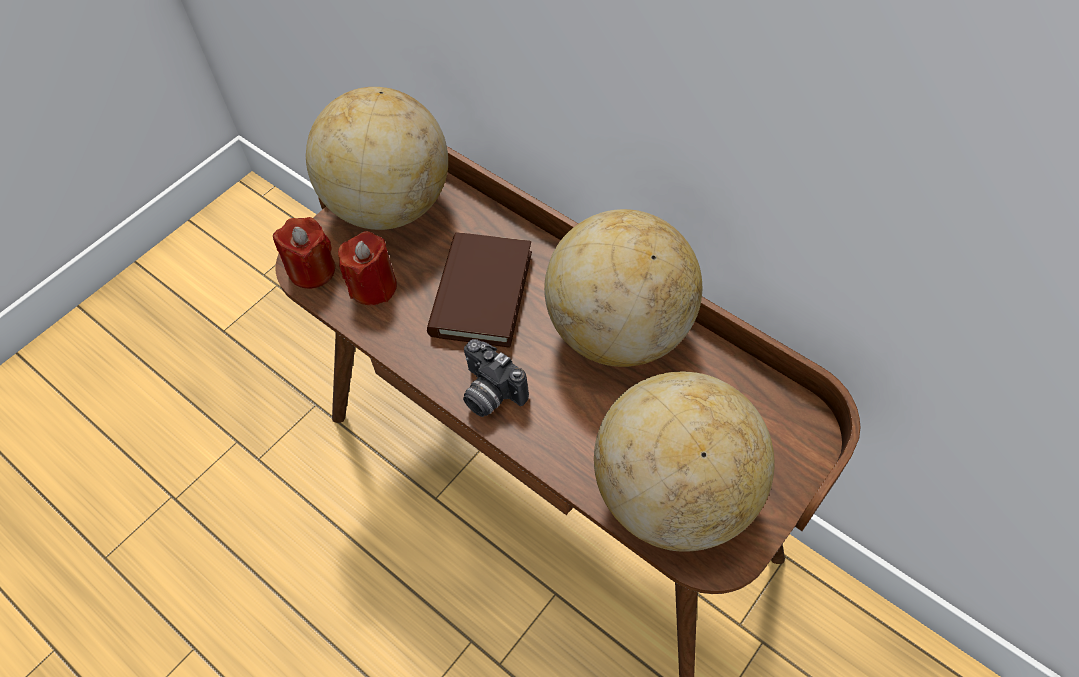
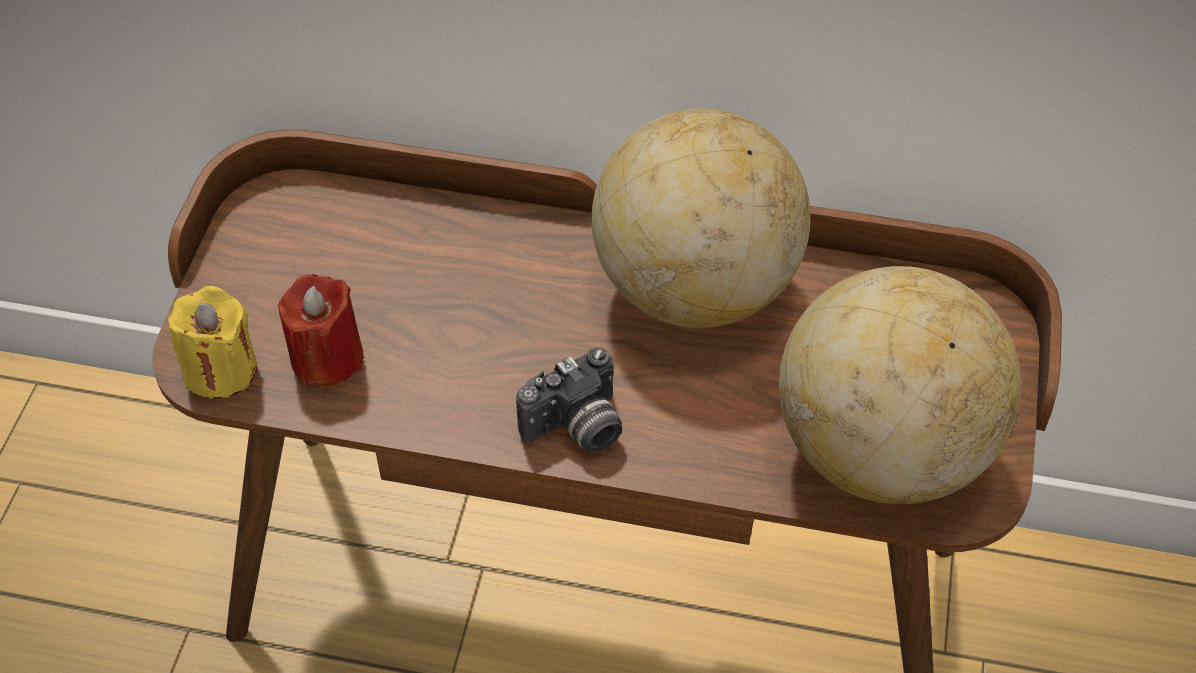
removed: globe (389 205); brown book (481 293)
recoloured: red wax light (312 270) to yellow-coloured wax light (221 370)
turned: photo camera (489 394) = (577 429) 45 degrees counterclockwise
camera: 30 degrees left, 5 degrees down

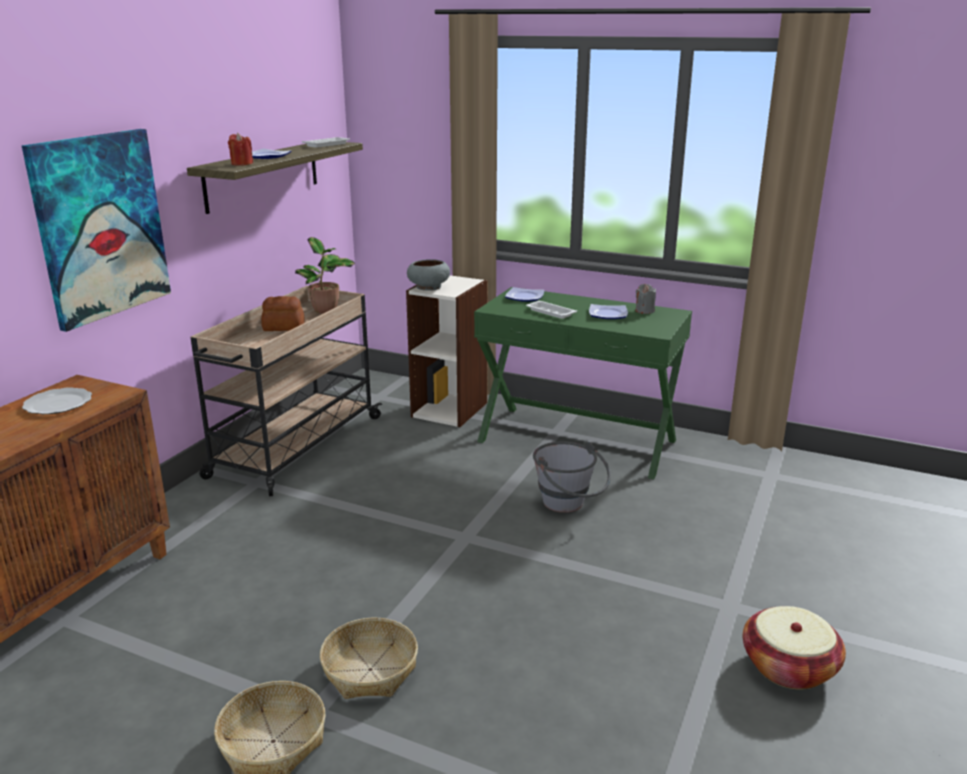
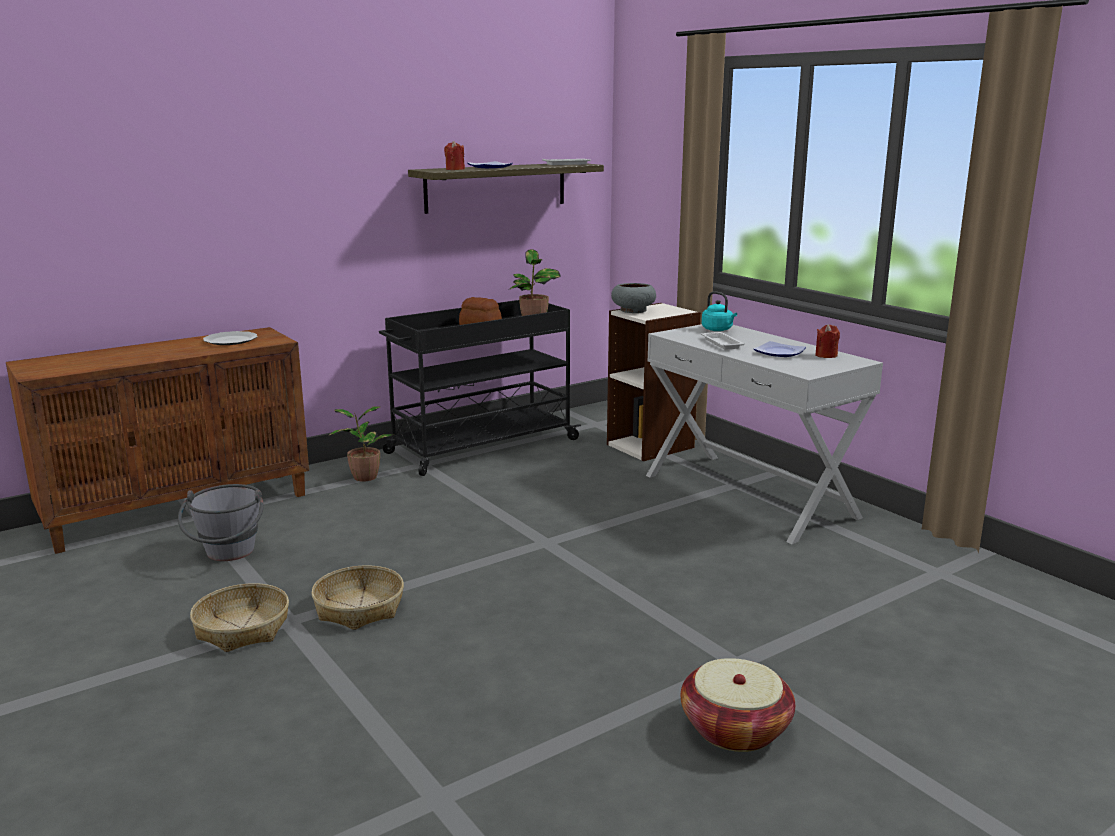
removed: picture (101 226)
added: plant in a pot (363 477)
moved: grey bucket (569 505) to (228 555)
replaced: plate (525 297) to blue-green water kettle (718 330)
recoloured: sand-coloured cart (295 447) to black-coloured cart (480 446); green-coloured console table (577 440) to whitish console table (749 495); grey wax light (644 311) to red wax light (826 355)
camera: 30 degrees right, 5 degrees down

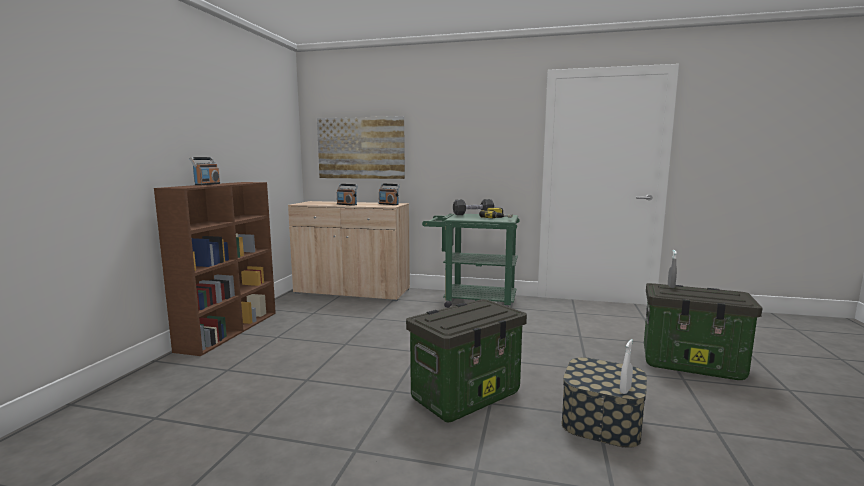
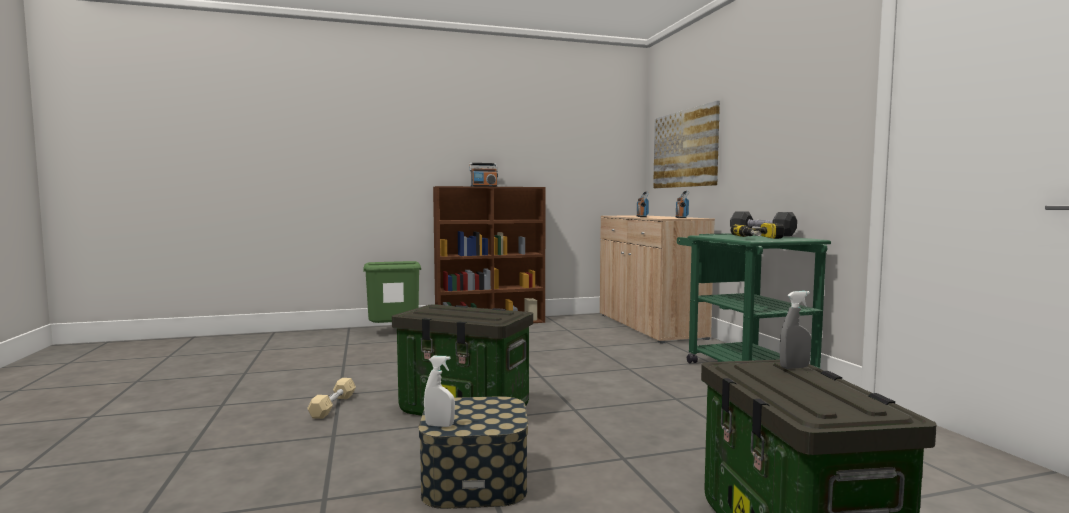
added: sand-coloured dumbbell (333 406); green-coloured waste bin (394 333)
camera: 60 degrees right, 5 degrees down

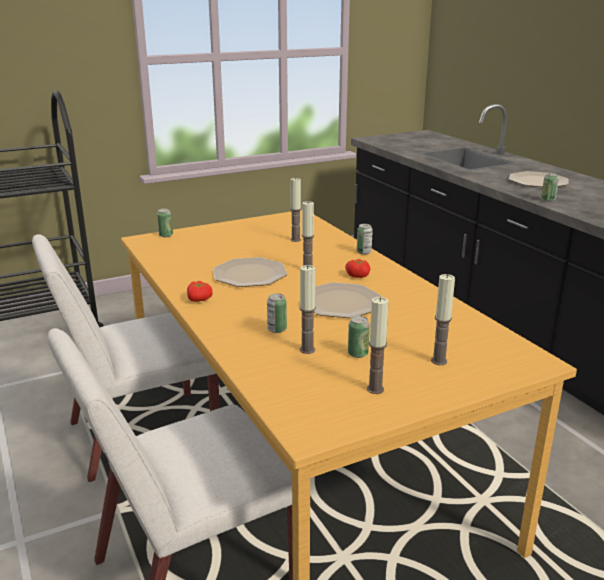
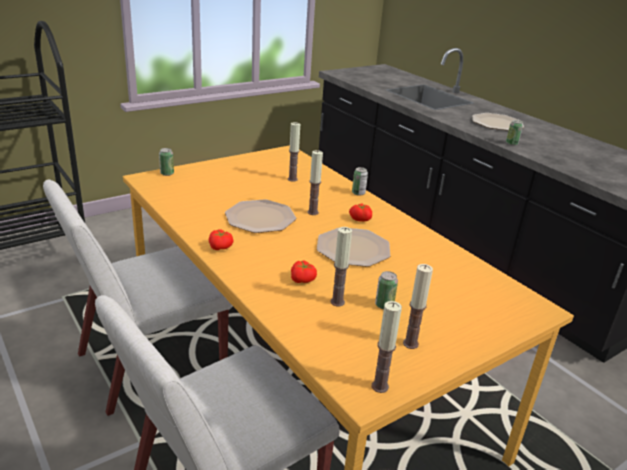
moved: wax light (439 361) to (380 386)
replaced: can (277 329) to tomato (303 280)
camera: 10 degrees left, 5 degrees up

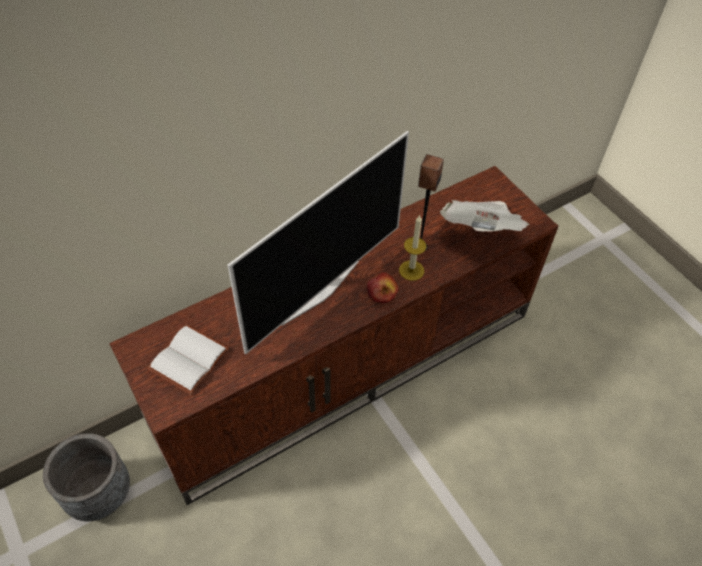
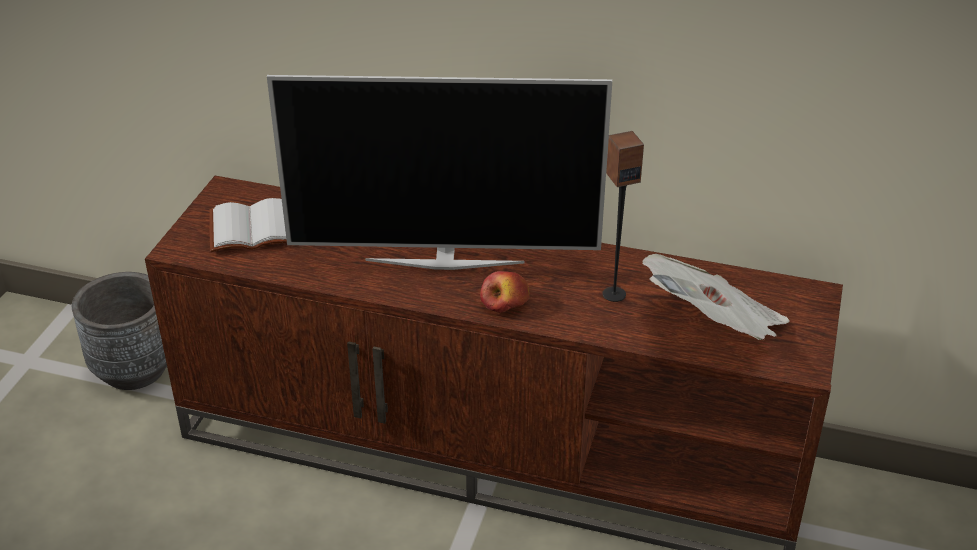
removed: wax light (411 270)
camera: 50 degrees right, 15 degrees down

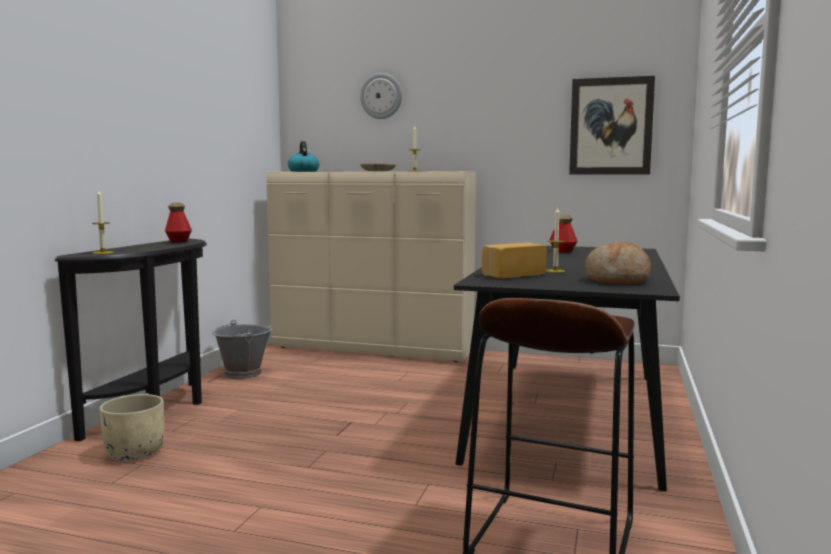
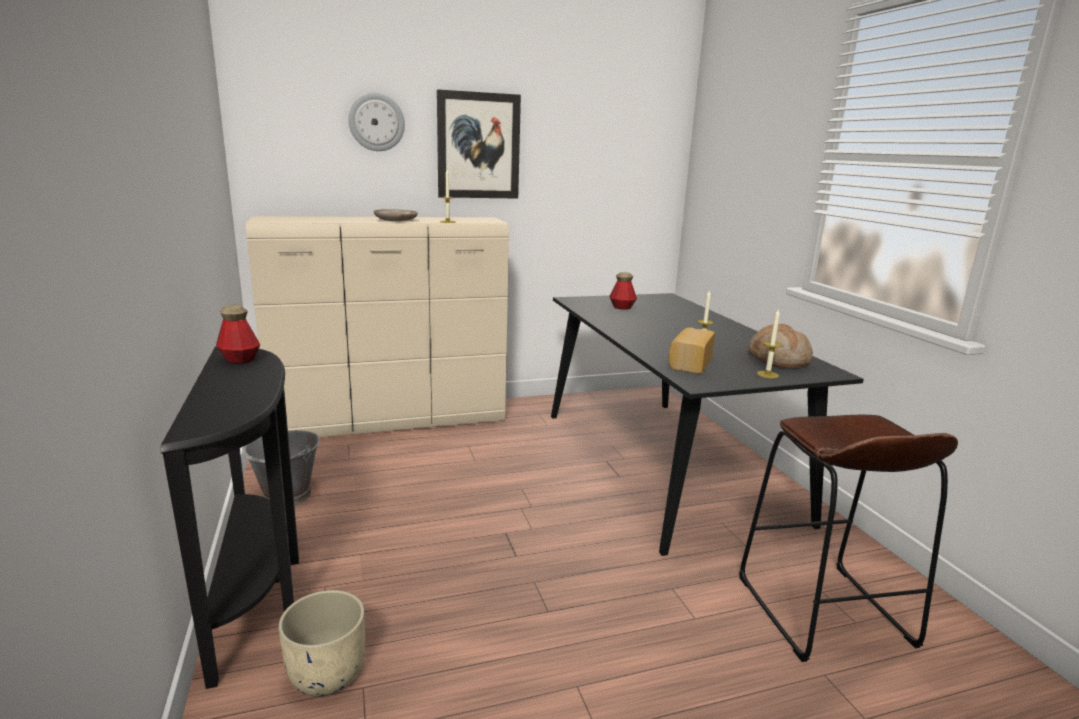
removed: water kettle (303 171)
moved: picture (611 126) to (478 146); wax light (103 252) to (767 374)
camera: 35 degrees left, 10 degrees up

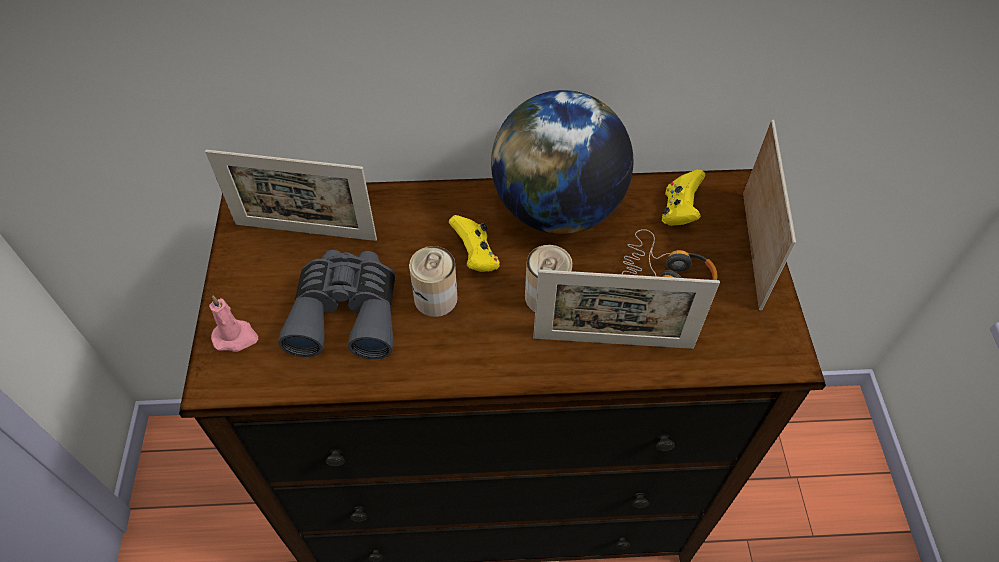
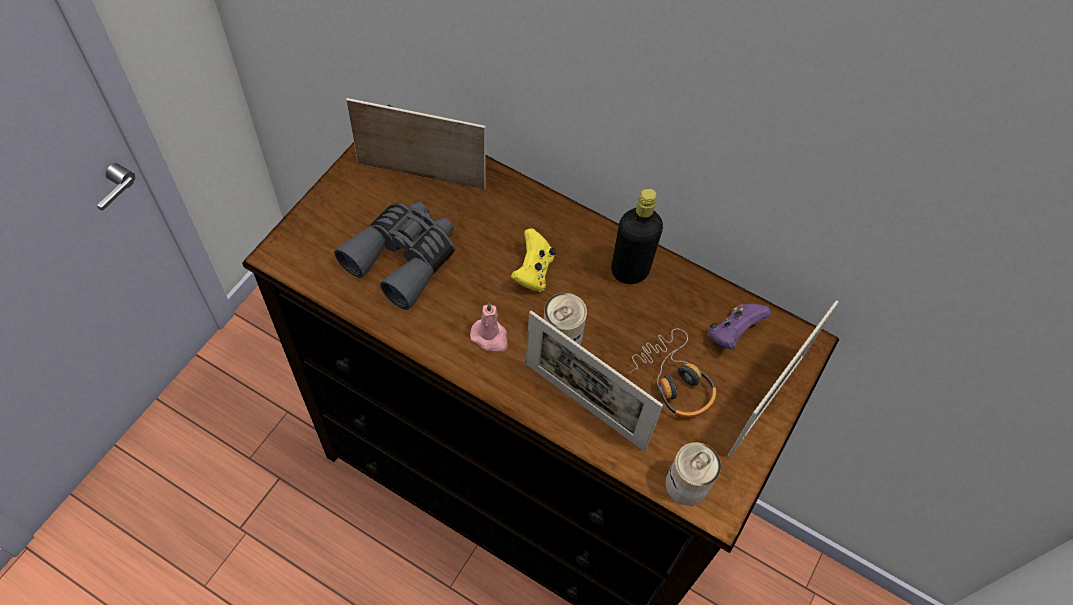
moved: pink wax light (236 337) to (490 337); can (435 298) to (687 484)
replaced: globe (557 209) to black-coloured beverage bottle (629 270)
recoloured: yellow-coloured game controller (679 211) to purple-coloured game controller (733 333)
turned: standing frame (305 232) = (421 175) 150 degrees clockwise
camera: 30 degrees right, 5 degrees up

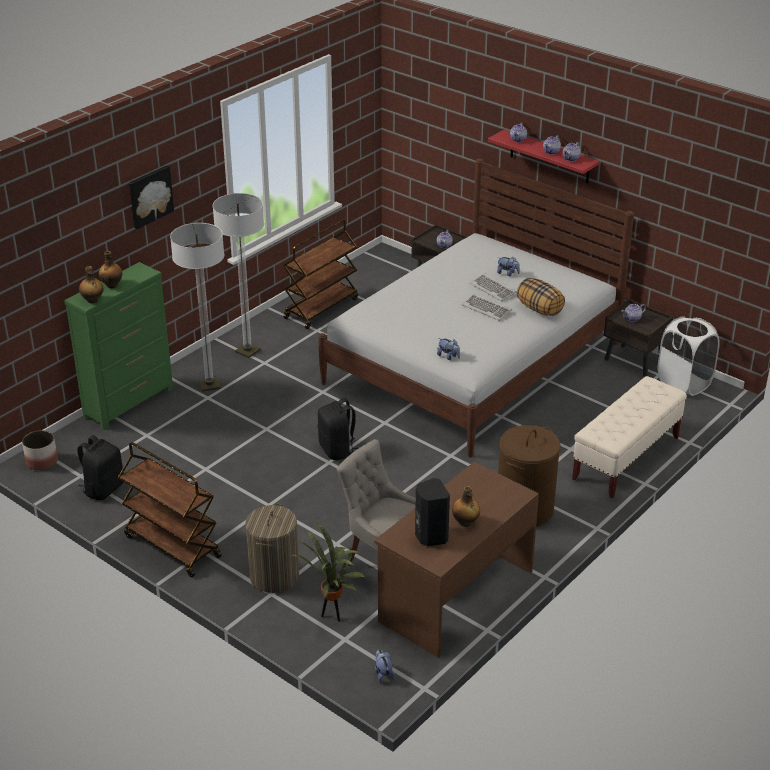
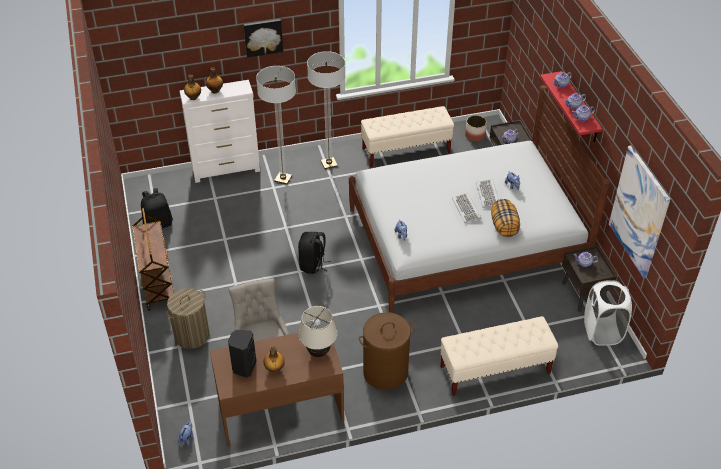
removed: plant in a pot (332 616)
added: sand-coloured tabletop lamp (318 352); picture (639 212)
moved: flower pot (42 461) to (475 135)
replaced: brown cart (321 308) to sand-coloured indoor bench (406 151)
recoloured: green-coloured dresser (129 403) to whitish dresser (226 170)
camera: 35 degrees right, 10 degrees up

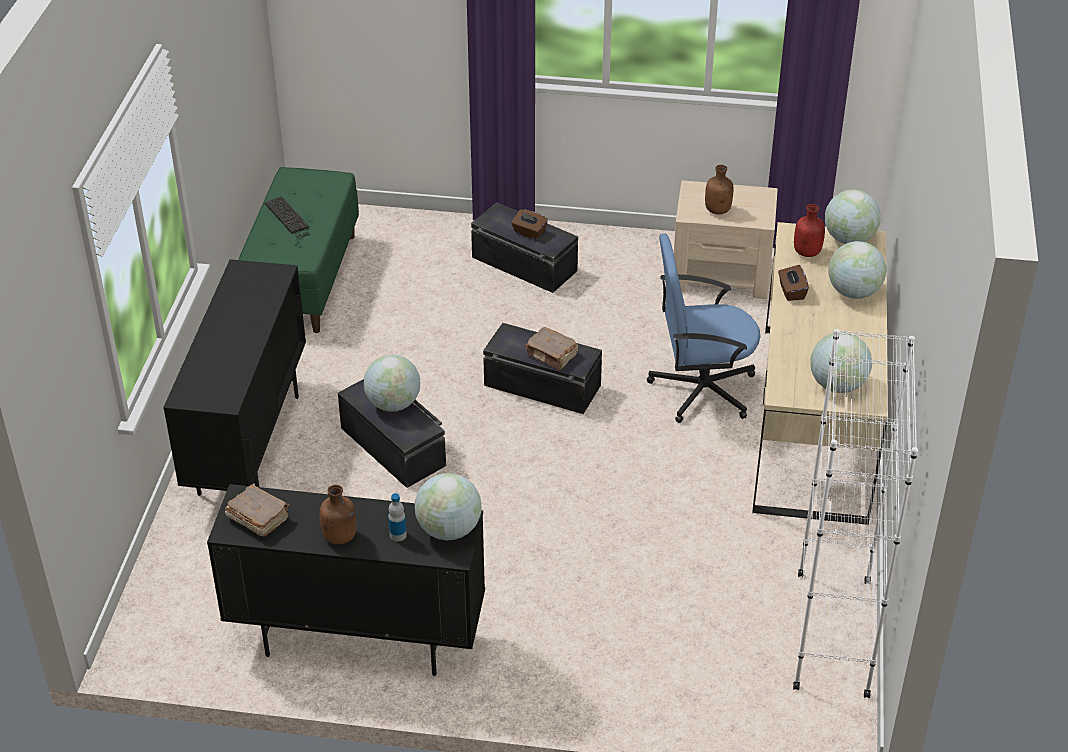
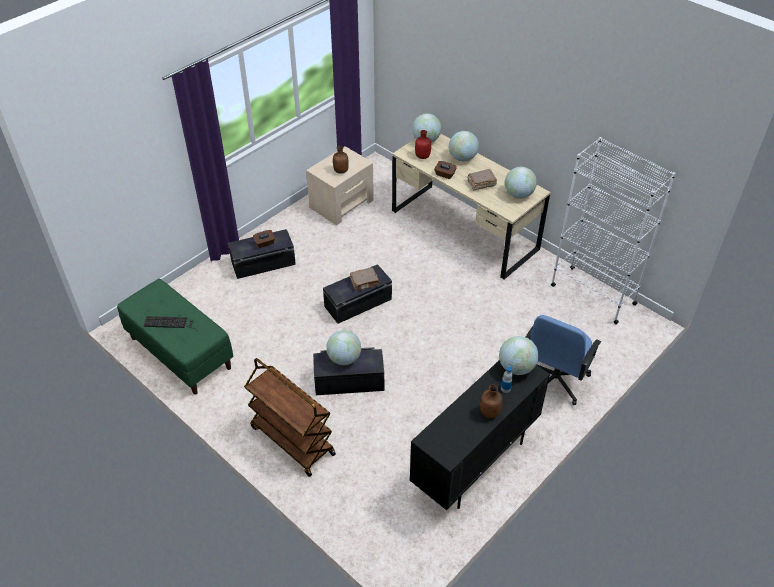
moved: brown book (258 518) to (481 184); blue office chair (701 389) to (554 379)
replaced: black-coloured storage cabinet (249 444) to brown cart (292 440)
camera: 55 degrees left, 5 degrees up

